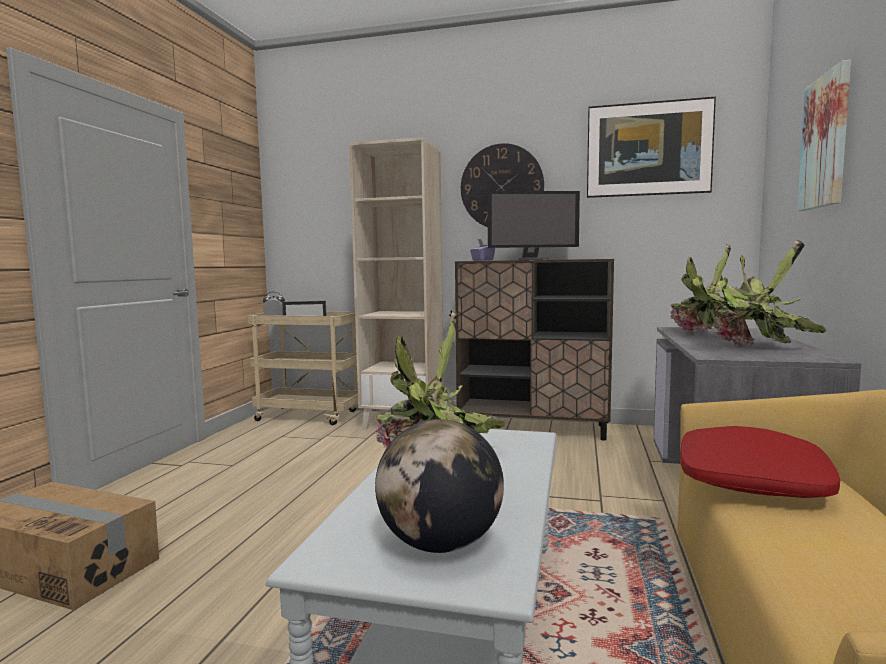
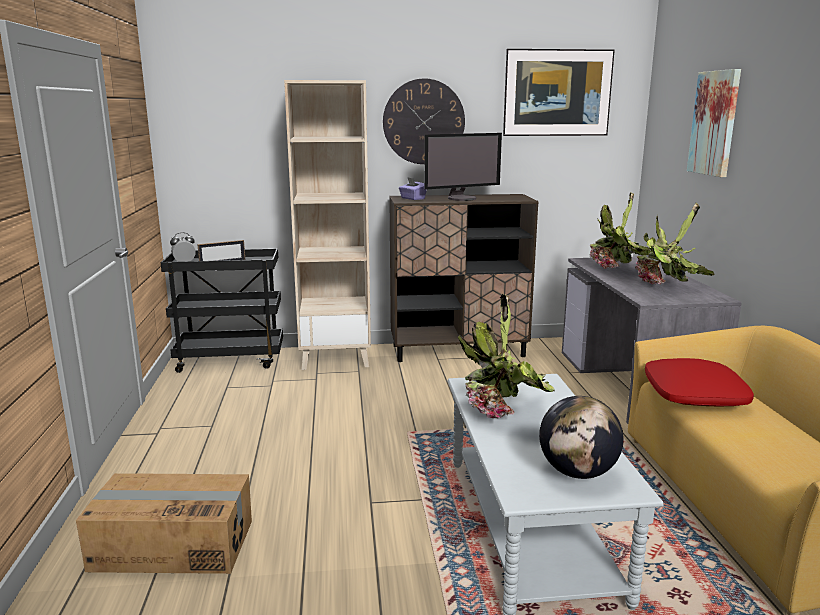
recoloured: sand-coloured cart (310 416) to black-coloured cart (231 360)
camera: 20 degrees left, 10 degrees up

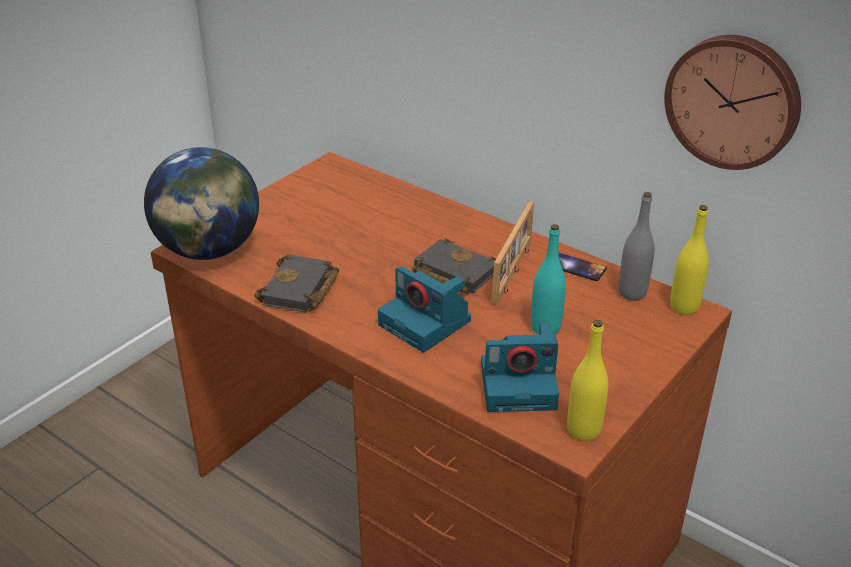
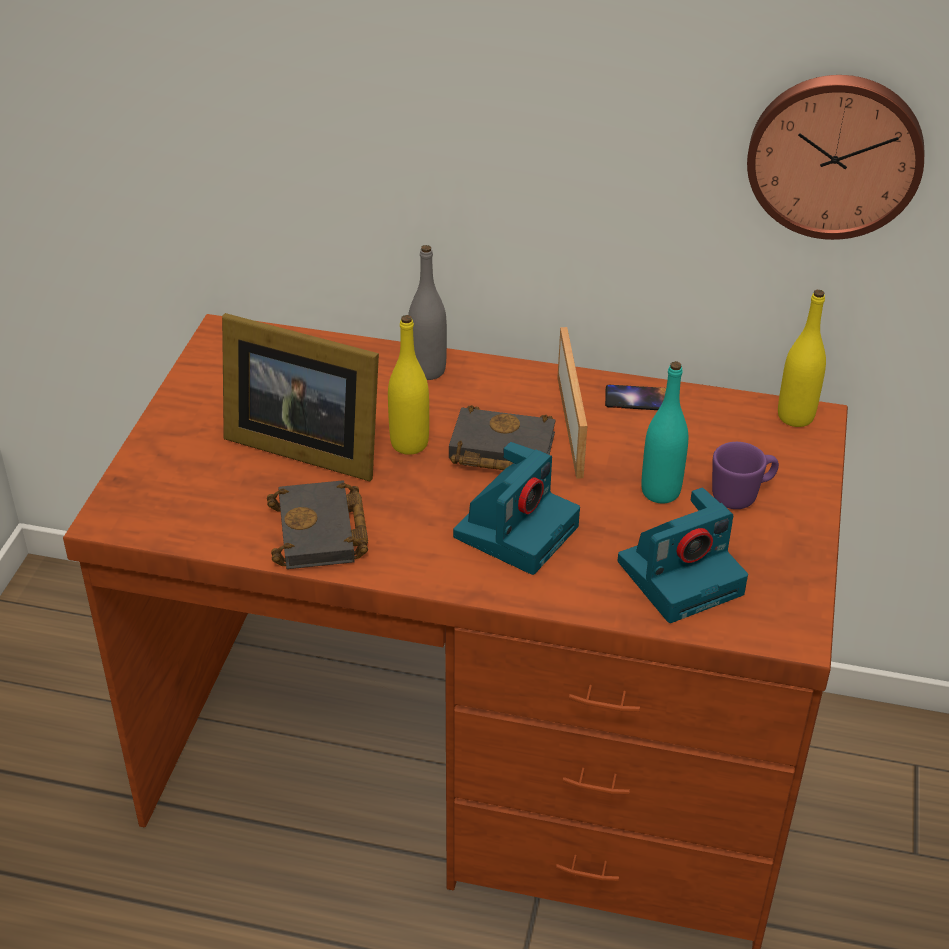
removed: globe (209 250)
added: standing frame (302 444); purple-coloured tea mug (741 496)
moved: yellow-coloured beverage bottle (583 430) to (409 444); grey beverage bottle (632 293) to (427 370)
turned: photo camera (426 323) = (516 529) 75 degrees counterclockwise
camera: 25 degrees left, 5 degrees up

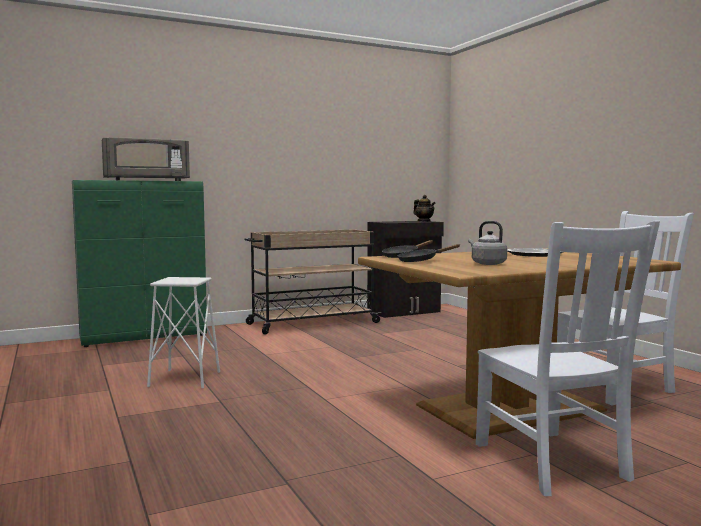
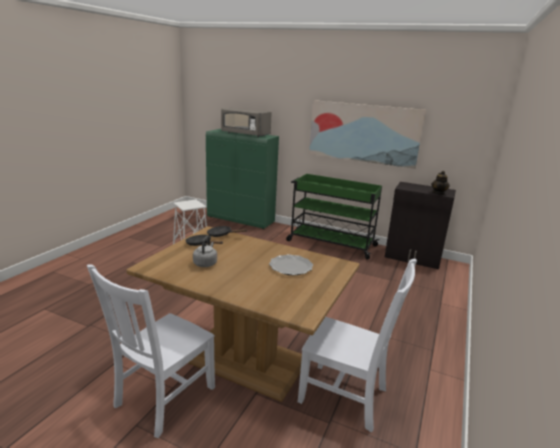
added: picture (363 133)
recoloured: sand-coloured cart (311 323) to green-coloured cart (330 243)
camera: 50 degrees right, 15 degrees up

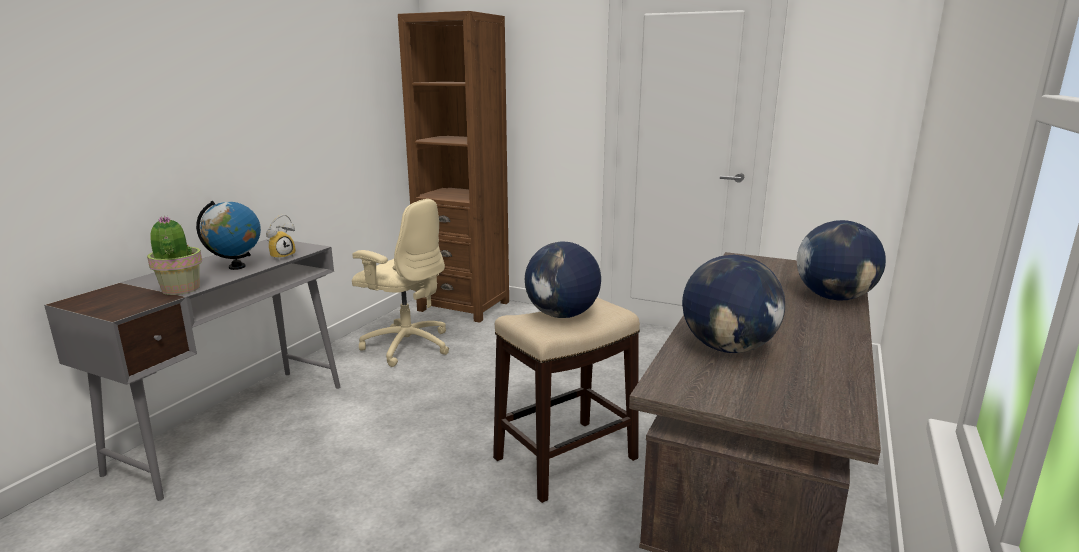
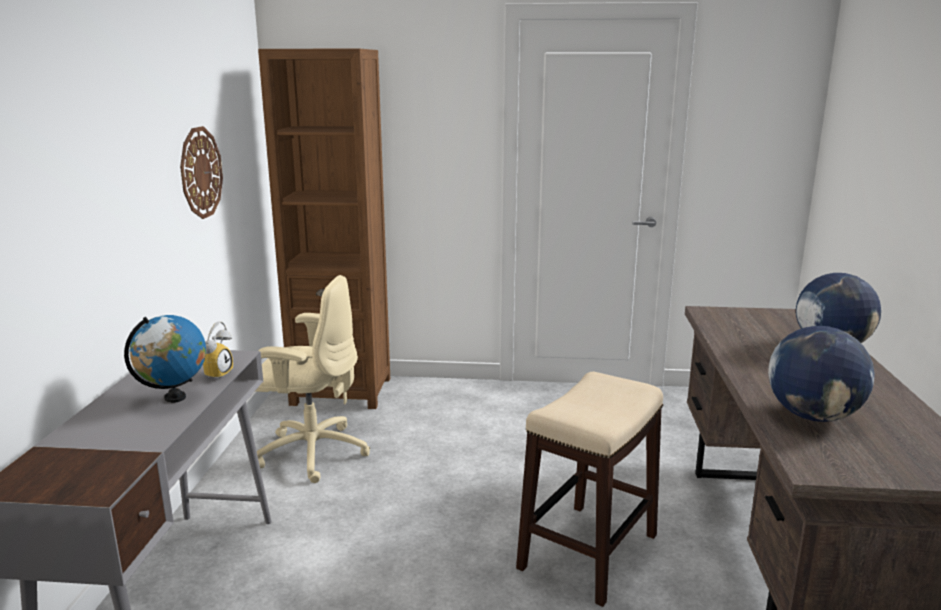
removed: plant in a pot (180 289); globe (562 315)
added: wall clock (200 172)
camera: 20 degrees left, 0 degrees up

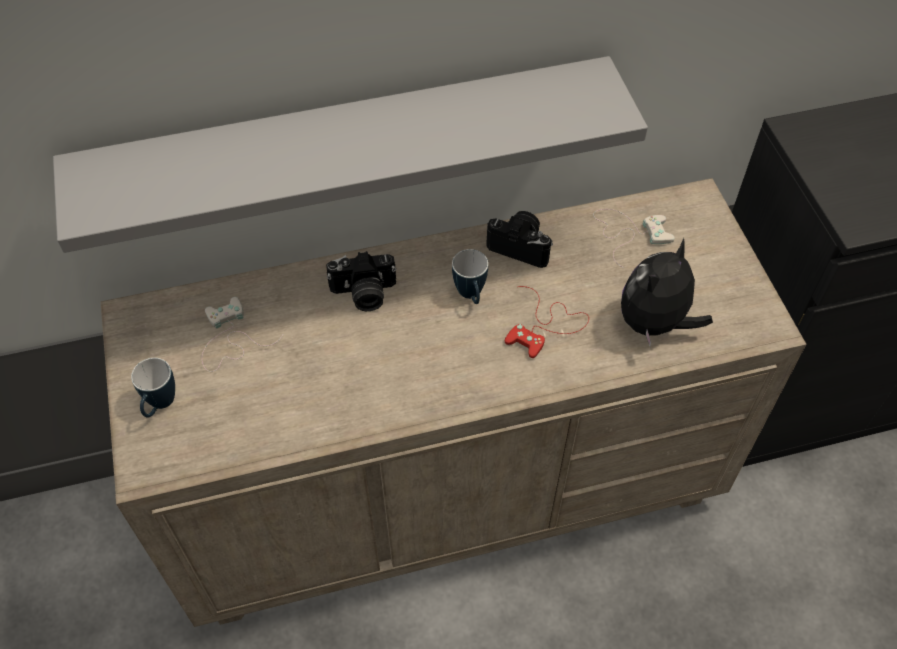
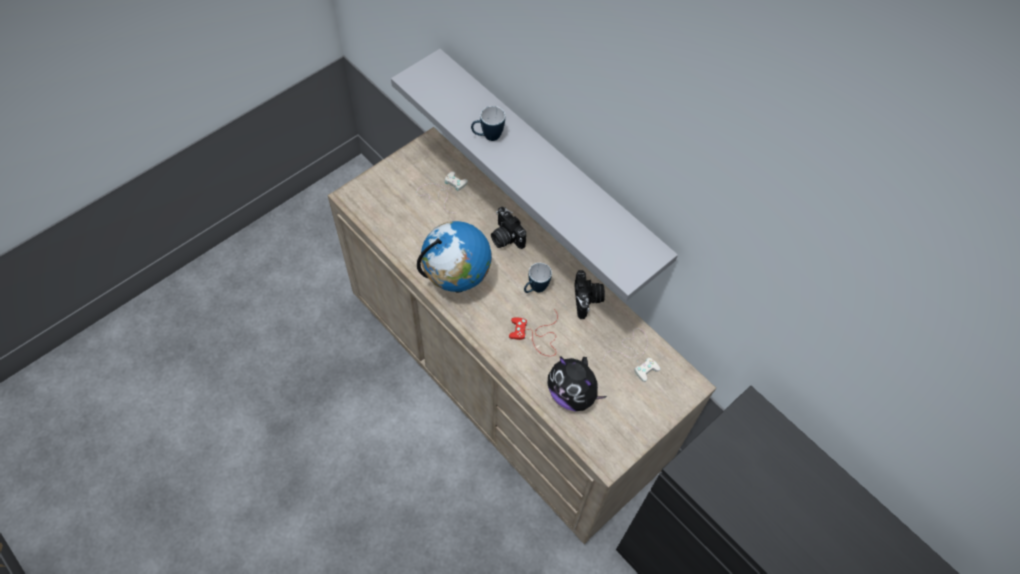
added: globe (457 283)
moved: tea mug (160 406) to (487 137)
turned: plush toy (655 324) = (572 394) 150 degrees counterclockwise
camera: 60 degrees right, 5 degrees up

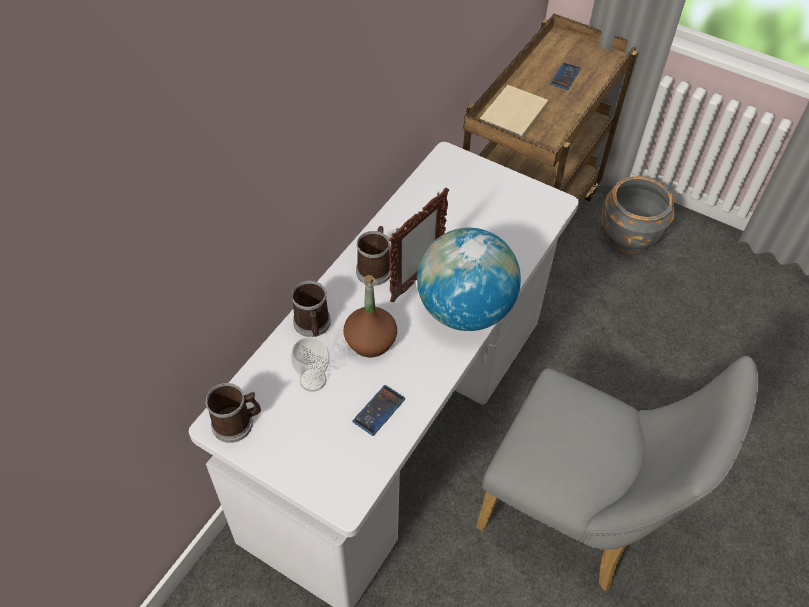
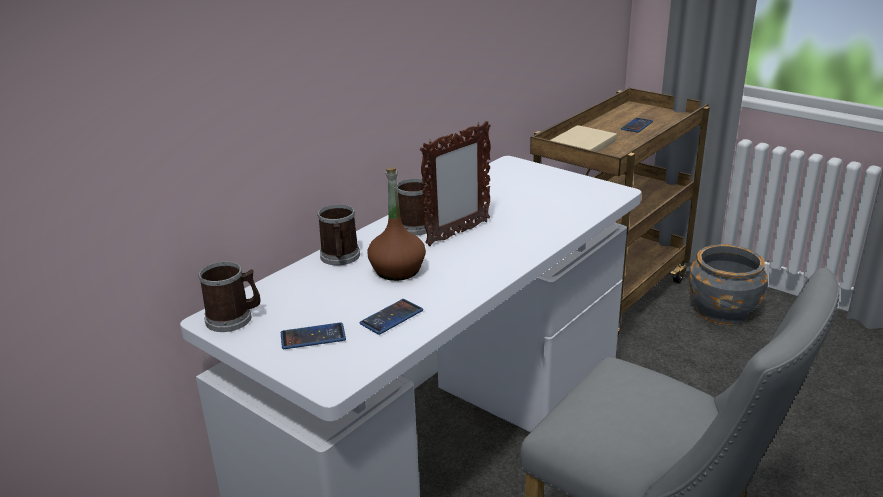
removed: small cup (313 380); globe (464 310)
added: phone (313 337)
camera: 10 degrees right, 25 degrees down

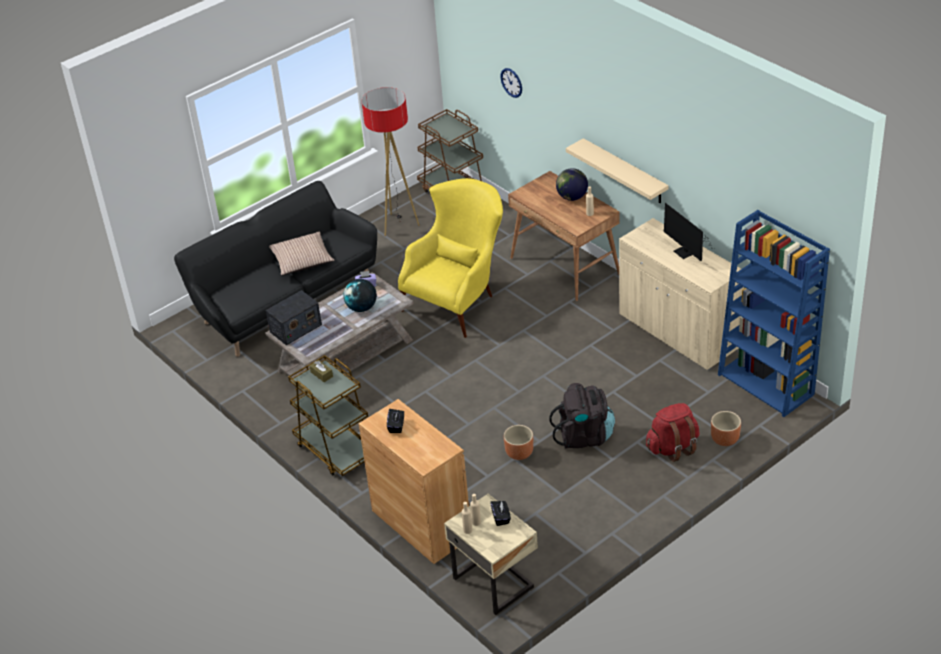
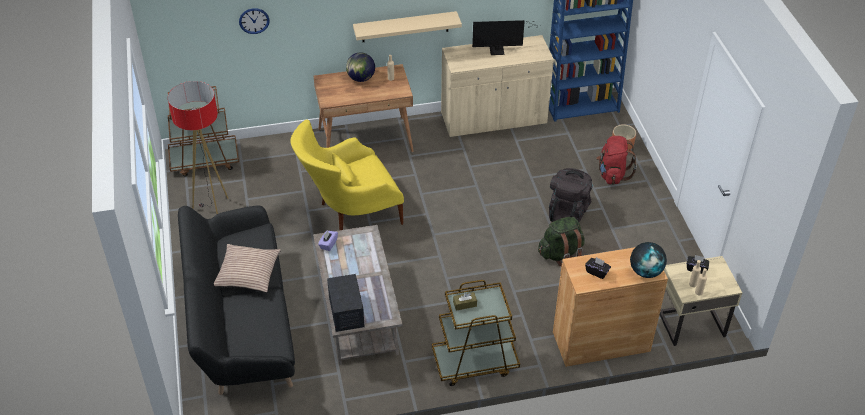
moved: globe (362 308) to (645 271)
replaced: brown flower pot (519 453) to green-coloured backpack (560 254)
turned: yellow-coloured lounge chair (459 299) = (349 213) 90 degrees counterclockwise
camera: 65 degrees left, 5 degrees up

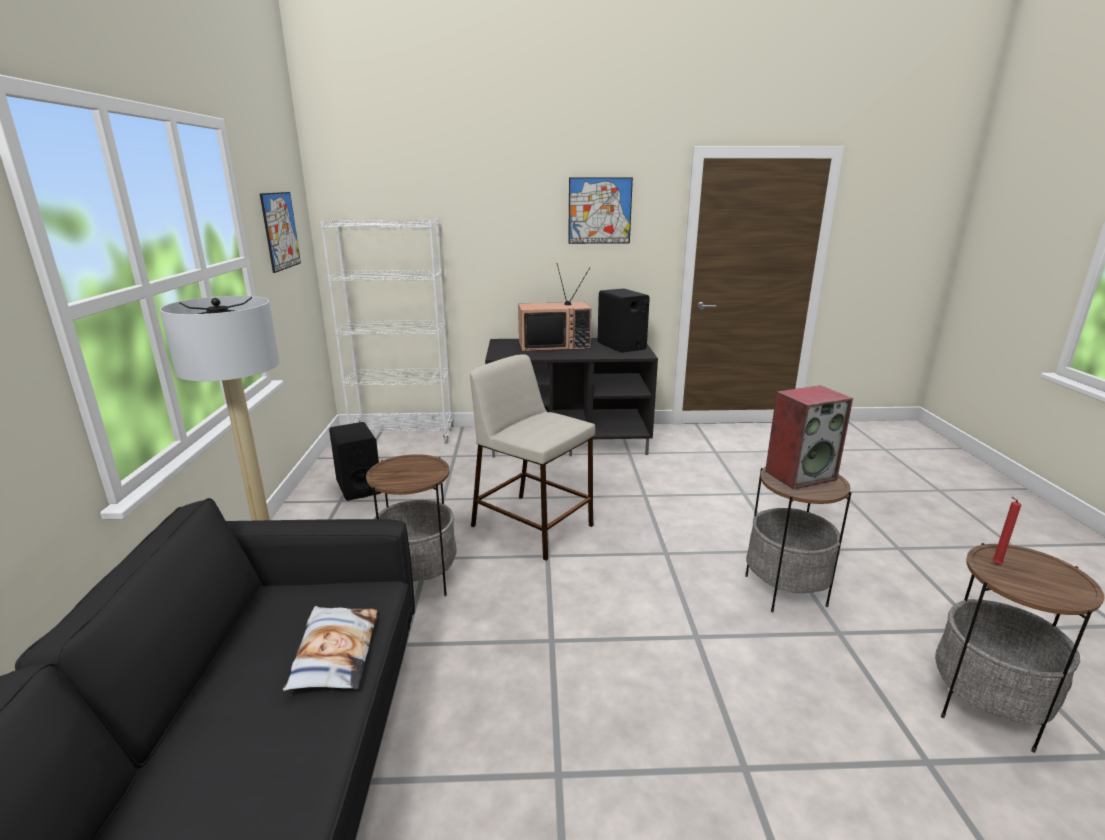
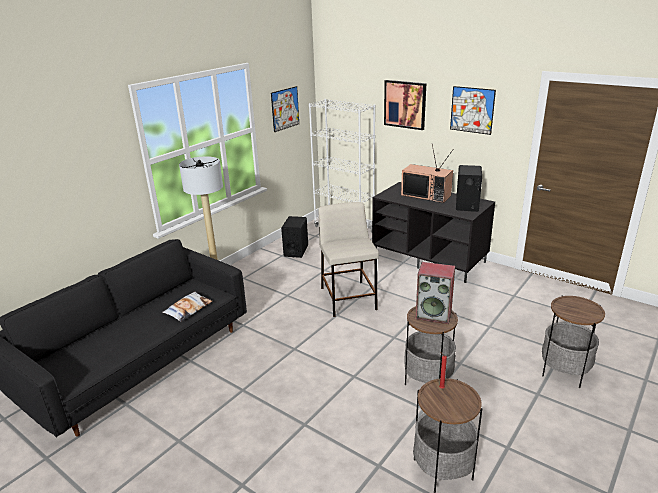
added: picture (405 104)
moved: side table (419 580) to (564 371)
camera: 40 degrees right, 5 degrees up

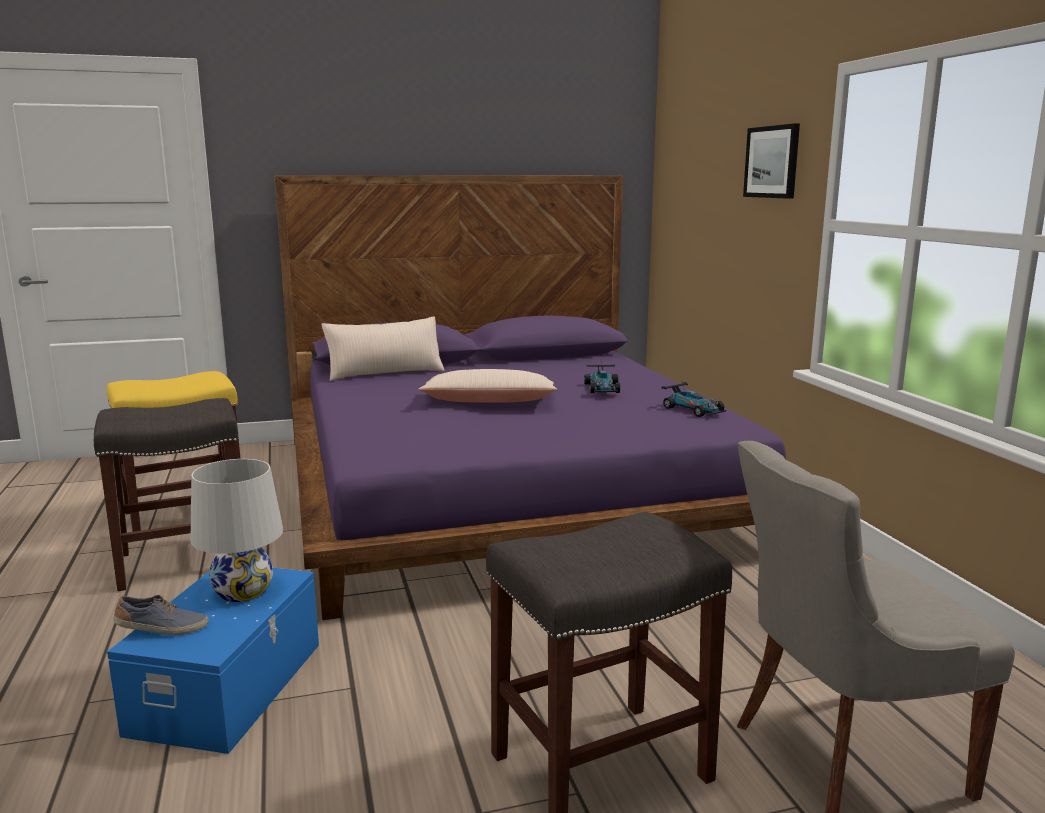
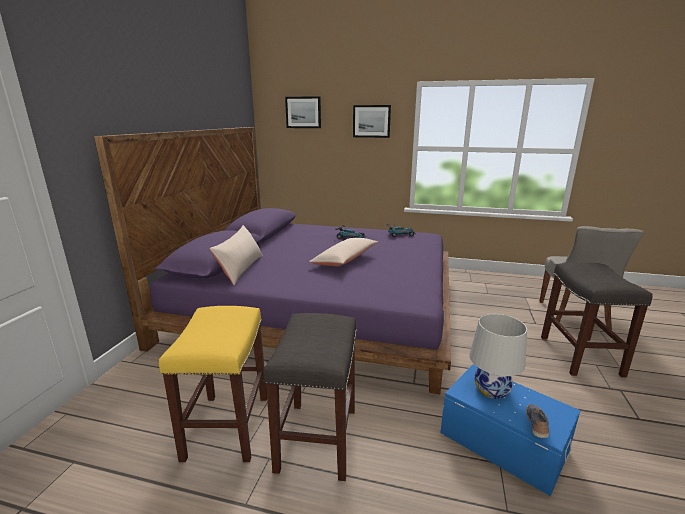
added: picture (303 112)
camera: 60 degrees left, 5 degrees up

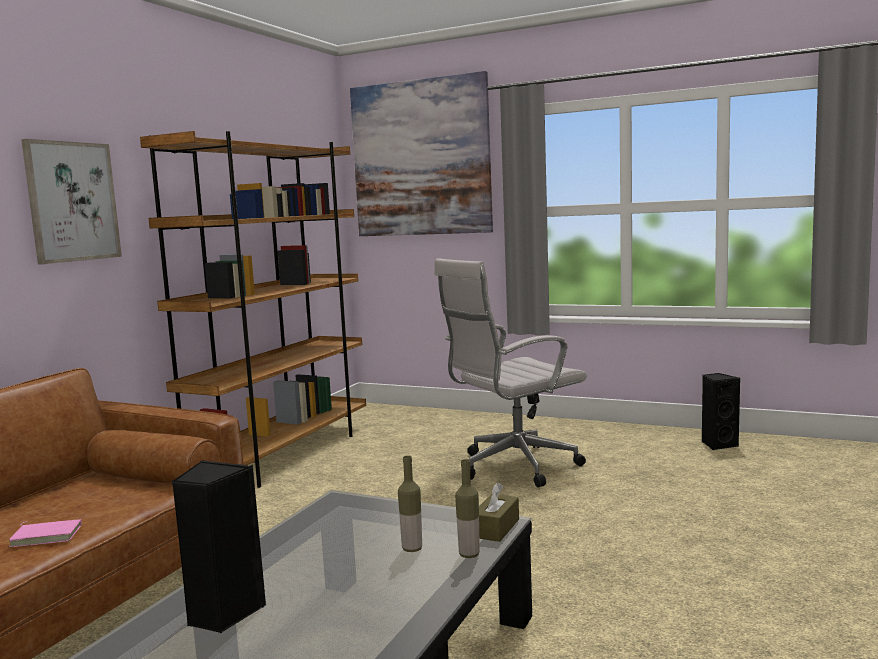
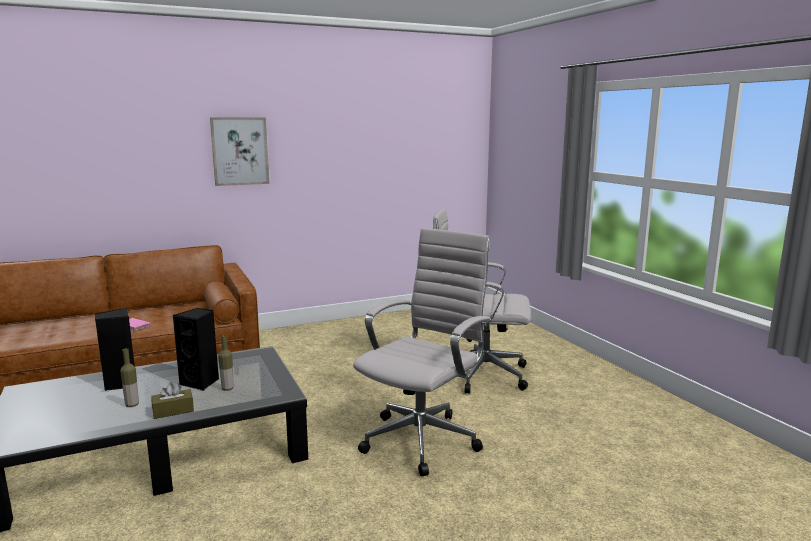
removed: brown bookshelf (284 456); picture (421 158)
added: whitish office chair (423 438)
moved: beverage bottle (469 555) to (132 405); brown tissue box (496 528) to (173 411); black-coloured speaker (718 444) to (201 382)
camera: 40 degrees right, 5 degrees up

